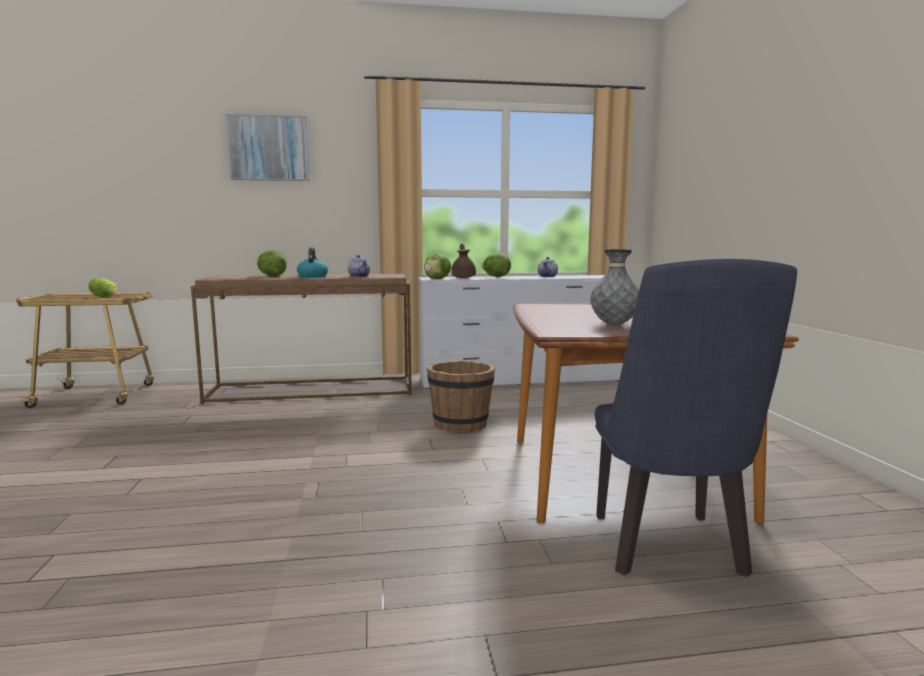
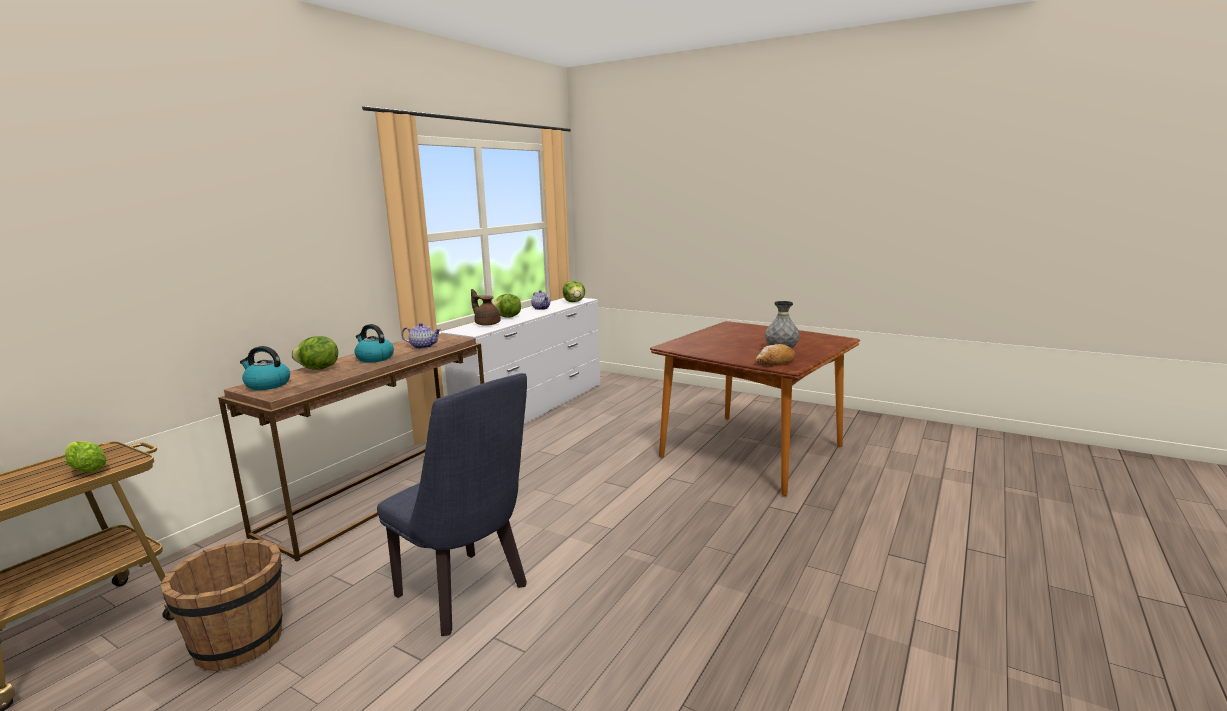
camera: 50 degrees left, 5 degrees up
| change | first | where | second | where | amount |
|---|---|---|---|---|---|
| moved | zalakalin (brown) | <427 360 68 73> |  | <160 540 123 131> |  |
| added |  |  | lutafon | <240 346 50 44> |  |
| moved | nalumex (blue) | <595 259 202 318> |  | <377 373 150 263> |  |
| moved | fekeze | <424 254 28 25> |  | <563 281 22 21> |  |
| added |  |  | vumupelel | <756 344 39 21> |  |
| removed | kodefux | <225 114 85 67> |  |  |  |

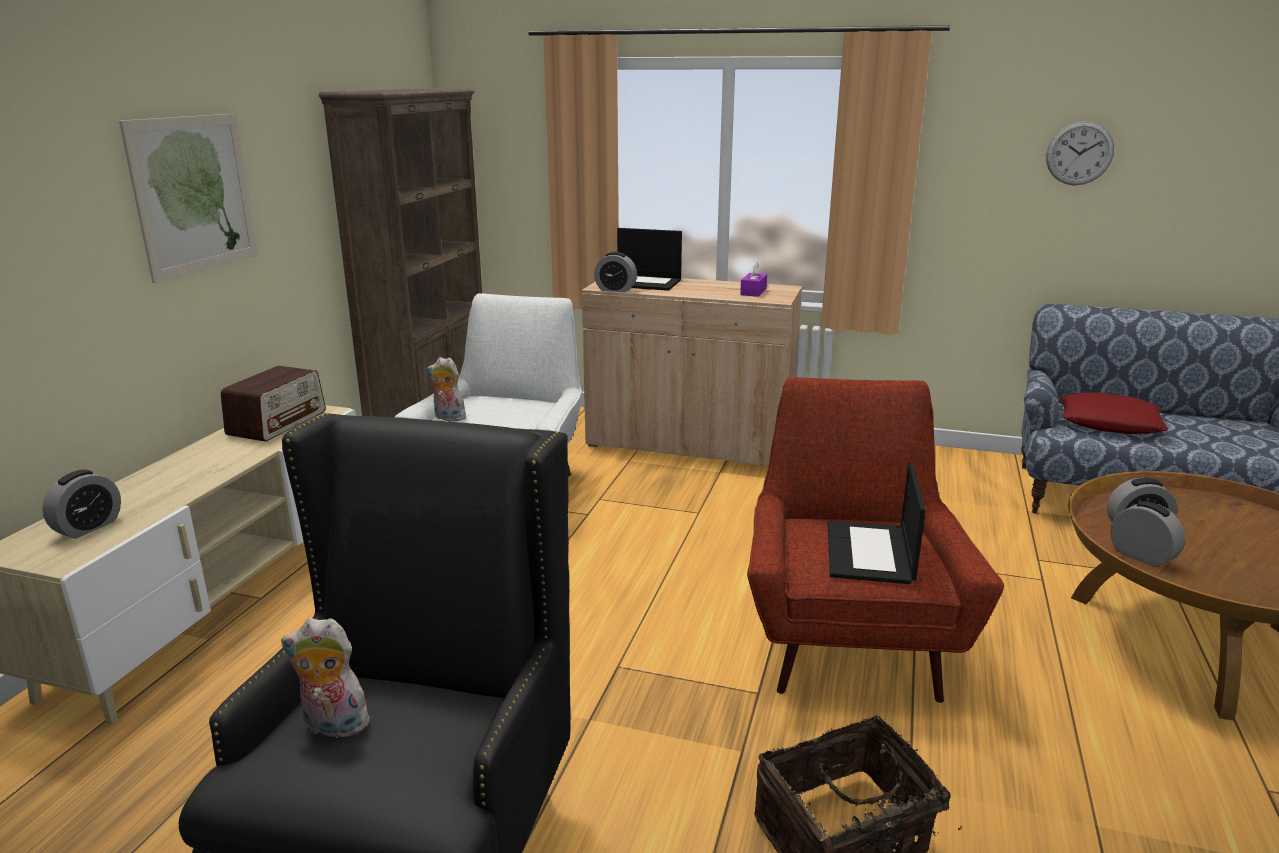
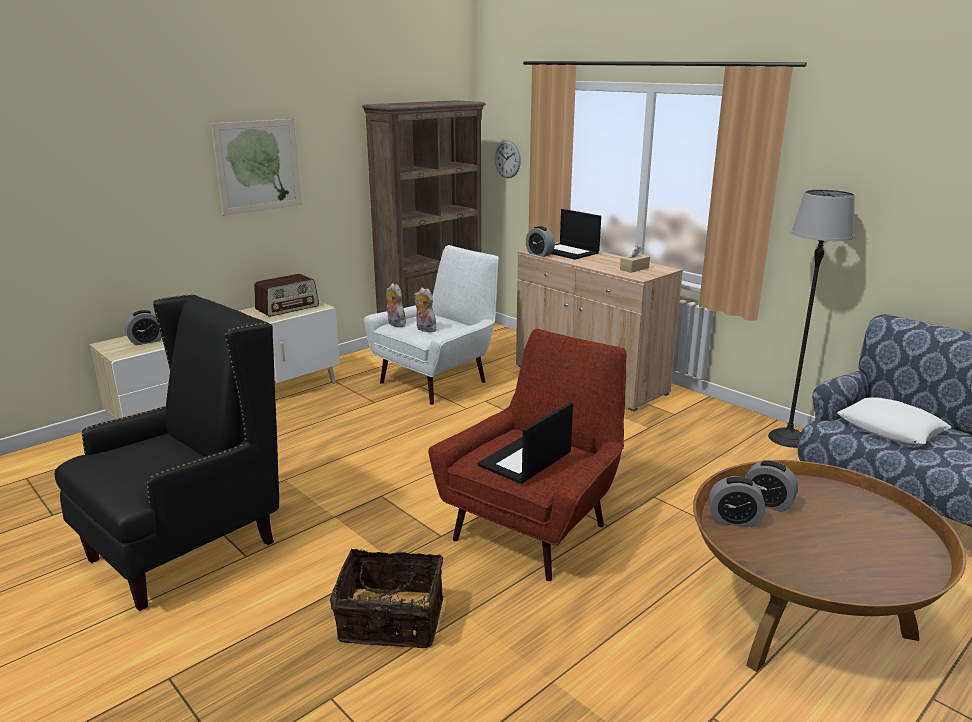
camera: 30 degrees right, 0 degrees up
| change | first | where | second | where | amount |
|---|---|---|---|---|---|
| moved | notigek | <281 618 96 120> |  | <414 288 22 44> |  |
| moved | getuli | <1046 121 68 64> |  | <494 140 27 38> |  |
| recoloured | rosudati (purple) | <740 262 27 35> | rosudati (beige) | <620 246 30 27> |  |
| turned | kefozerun | <1110 501 75 67> |  | <709 476 56 51> | 105 degrees clockwise |
| added |  |  | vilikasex | <768 189 87 259> |  |
| recoloured | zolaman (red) | <1060 393 108 41> | zolaman (white) | <837 397 115 47> |  |

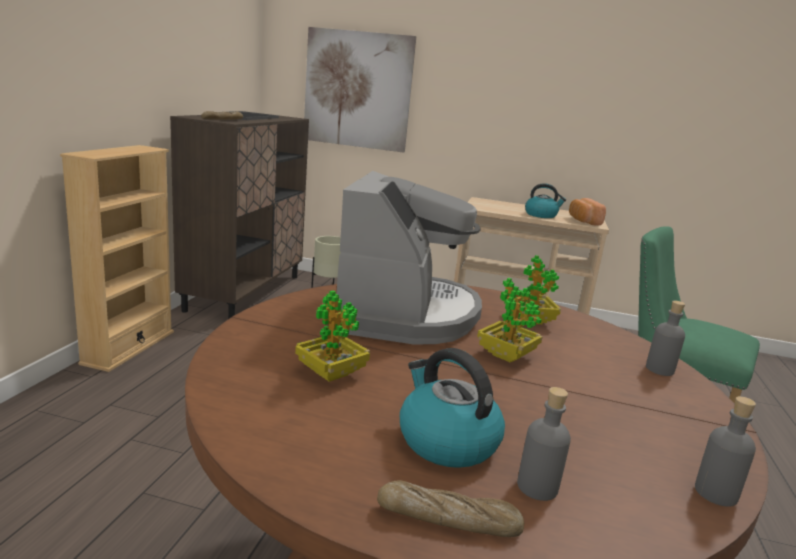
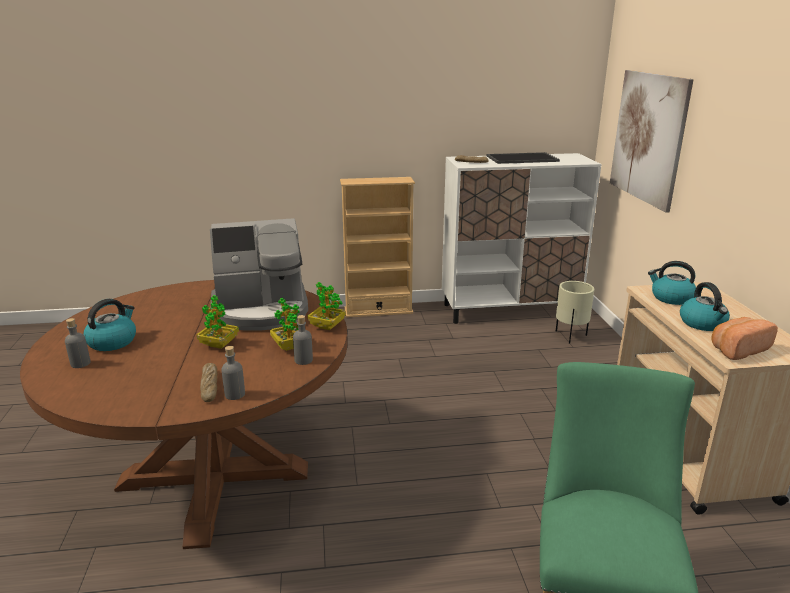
camera: 70 degrees right, 5 degrees up
| change | first | where | second | where | amount |
|---|---|---|---|---|---|
| moved | vumupelel | <377 480 147 57> |  | <200 363 17 39> |  |
| moved | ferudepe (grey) | <695 396 61 111> |  | <293 315 20 50> |  |
| moved | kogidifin | <295 291 75 91> |  | <308 282 38 48> |  |
| recoloured | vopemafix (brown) | <170 114 139 205> | vopemafix (white) | <442 153 160 171> |  |
| added |  |  | lutafon | <648 261 48 44> |  |

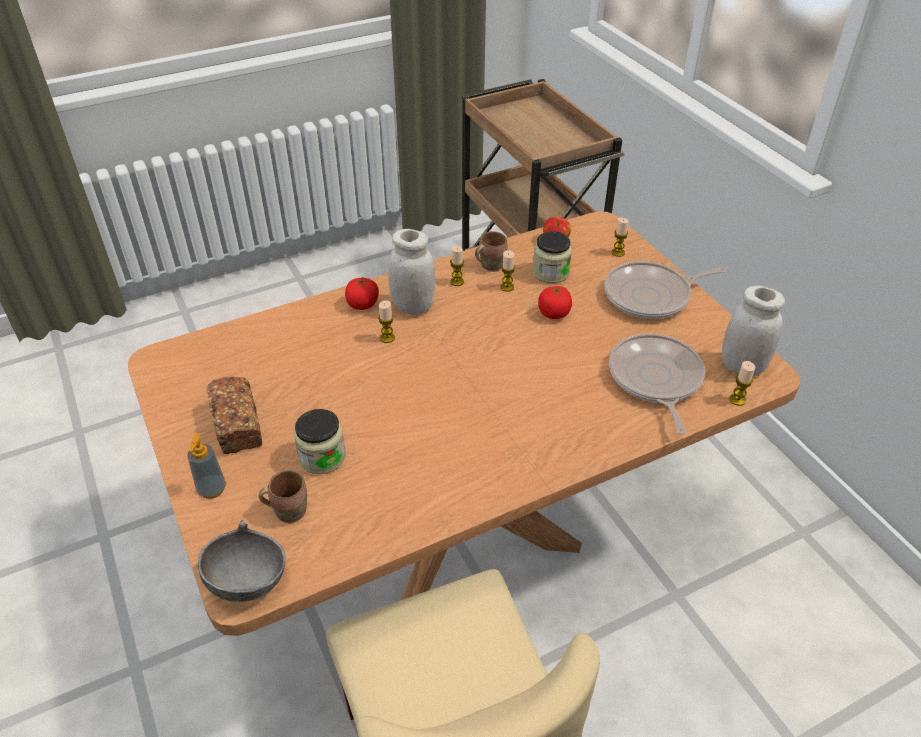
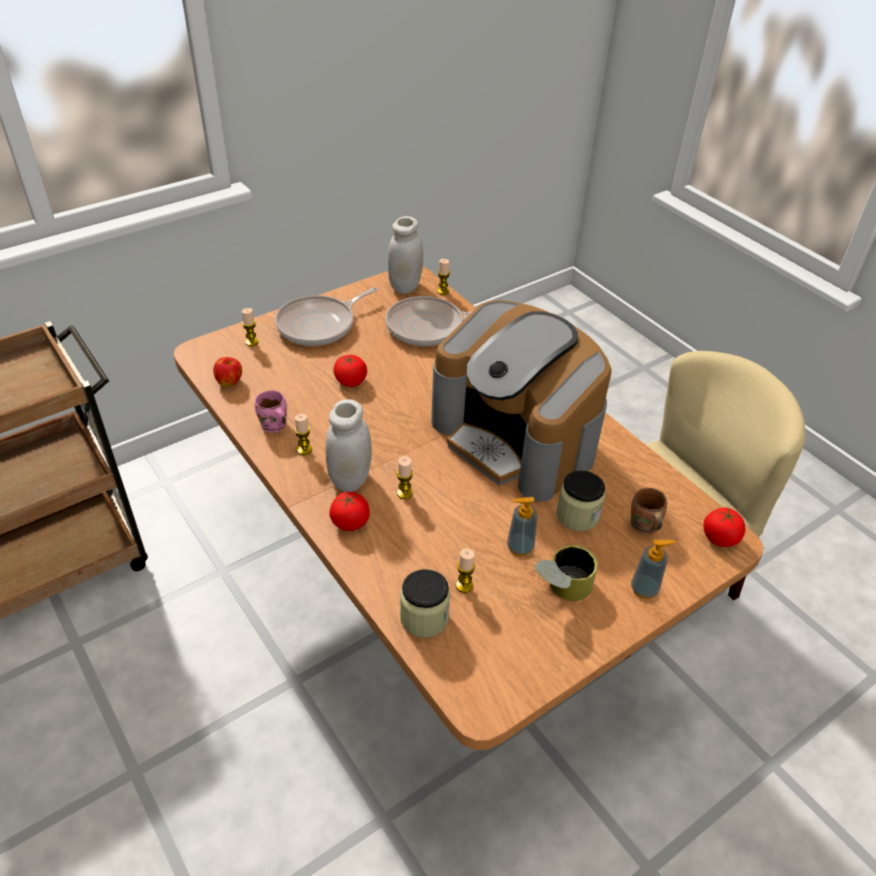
camera: 100 degrees left, 0 degrees up
| change | first | where | second | where | amount |
|---|---|---|---|---|---|
| recoloured | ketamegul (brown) | <475 231 33 41> | ketamegul (pink) | <255 390 32 43> |  |
| turned | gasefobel | <604 261 122 58> |  | <275 287 103 59> | 75 degrees clockwise |
| moved | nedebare | <533 231 39 52> |  | <400 569 50 69> |  |
| added |  |  | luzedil | <431 300 180 202> |  |
| moved | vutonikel | <500 250 15 42> |  | <456 548 19 45> |  |
| added |  |  | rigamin | <507 497 30 59> |  |
| replaced | vumupelel | <207 377 55 77> | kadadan | <535 545 63 56> |  |
| replaced | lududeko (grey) | <198 520 88 82> | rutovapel | <703 508 43 39> |  |

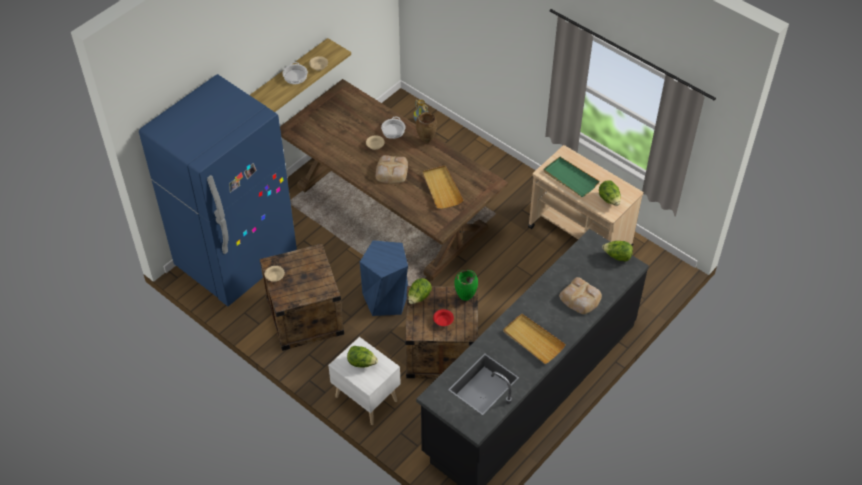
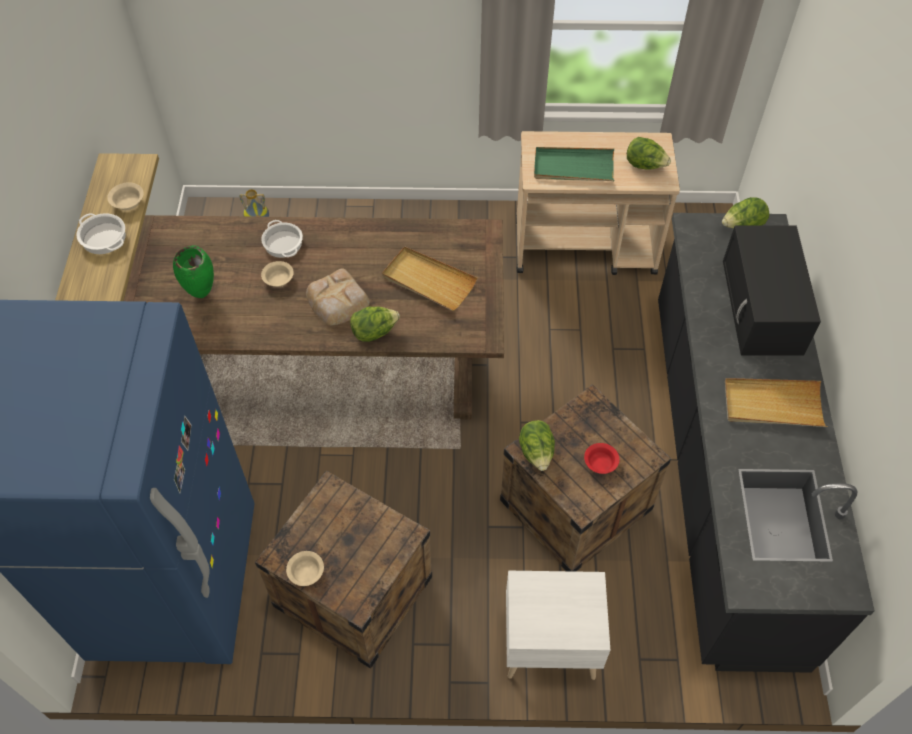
camera: 40 degrees left, 5 degrees up
| change | first | where | second | where | amount |
|---|---|---|---|---|---|
| moved | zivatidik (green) | <454 270 24 31> |  | <173 245 41 53> |  |
| moved | fekeze | <347 346 31 22> |  | <350 307 50 35> |  |
| replaced | vumupelel | <559 277 43 37> | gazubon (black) | <723 225 98 130> |  |
| removed | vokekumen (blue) | <360 240 48 76> |  |  |  |
| removed | zivatidik (brown) | <416 112 21 31> |  |  |  |

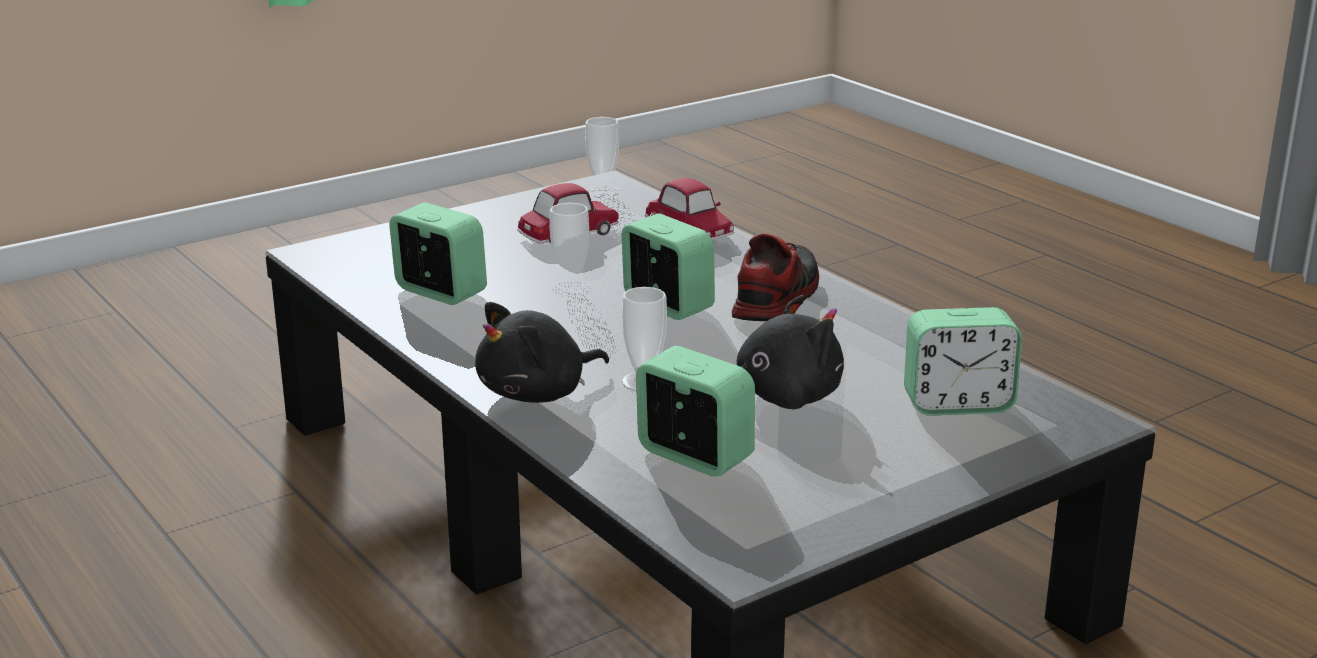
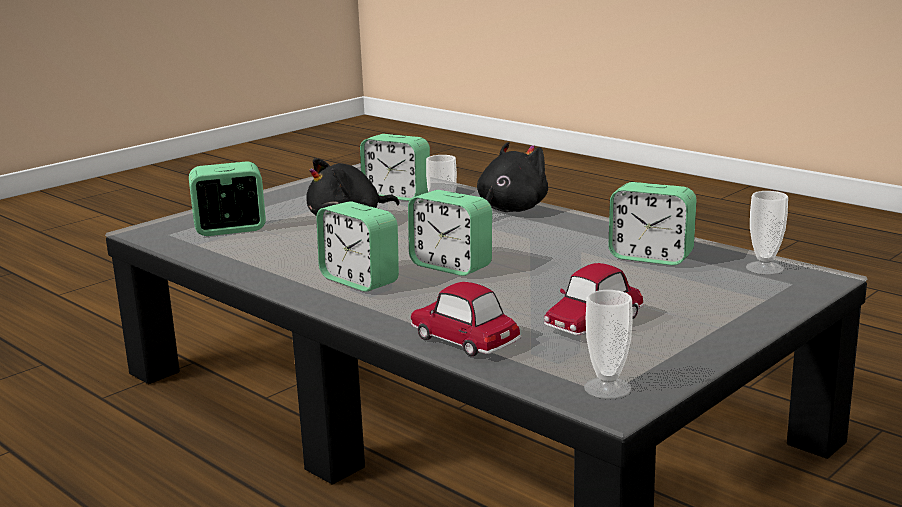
camera: 170 degrees right, 5 degrees down
| change | first | where | second | where | amount |
|---|---|---|---|---|---|
| replaced | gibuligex | <732 233 87 88> | kefozerun | <316 201 83 91> |  |
| moved | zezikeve | <550 203 41 92> |  | <746 191 42 84> |  |

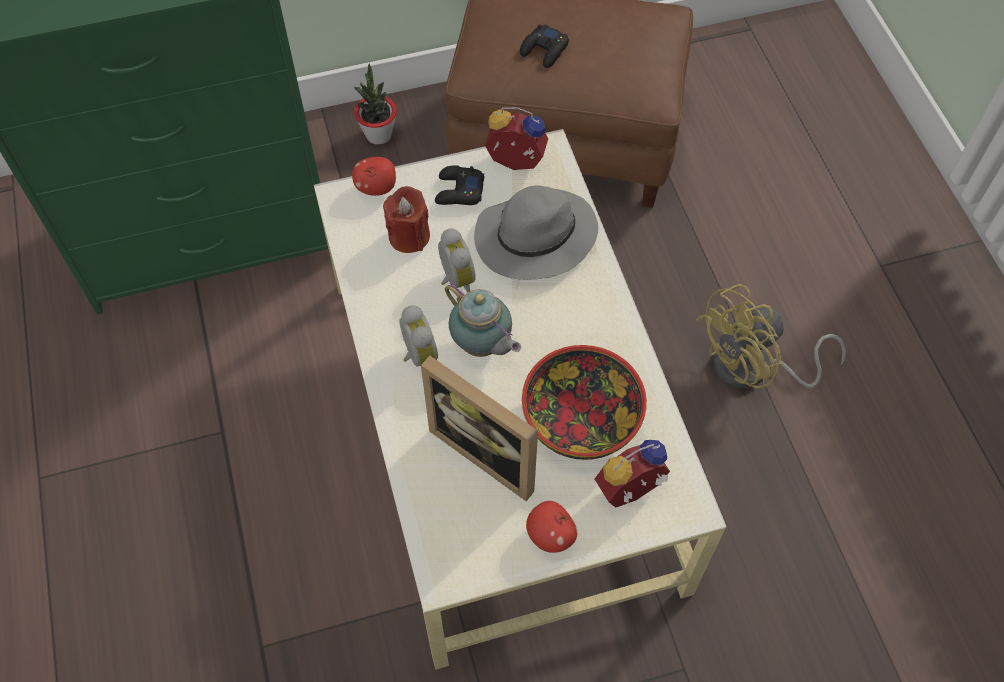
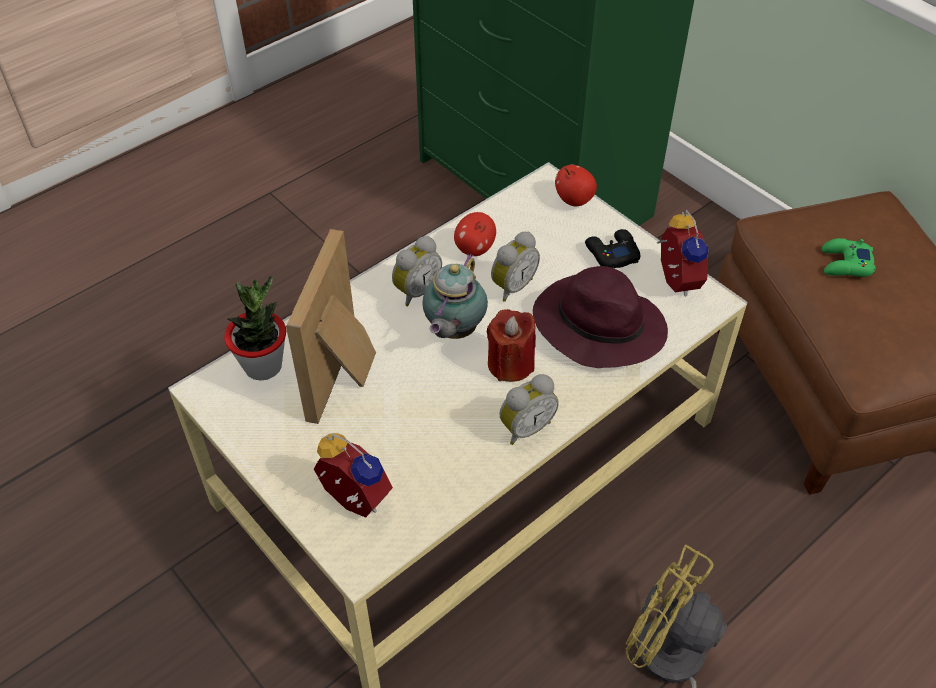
camera: 65 degrees right, 10 degrees down
| change | first | where | second | where | amount |
|---|---|---|---|---|---|
| moved | kogidifin | <354 64 43 81> |  | <224 275 62 106> |  |
| moved | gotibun | <526 501 51 52> |  | <454 212 42 44> |  |
| moved | vutonikel (red) | <383 186 47 67> |  | <487 309 49 73> |  |
| added |  |  | kefozerun | <500 374 59 71> |  |
| recoloured | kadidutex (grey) | <474 186 124 94> | kadidutex (purple) | <533 266 135 102> |  |
| recoloured | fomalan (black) | <520 24 49 44> | fomalan (green) | <822 238 54 39> |  |
| removed | lududeko | <522 345 125 115> |  |  |  |

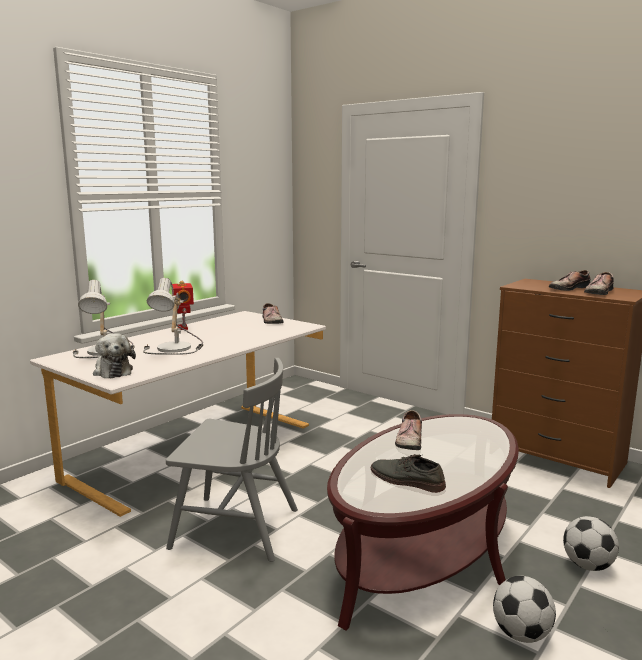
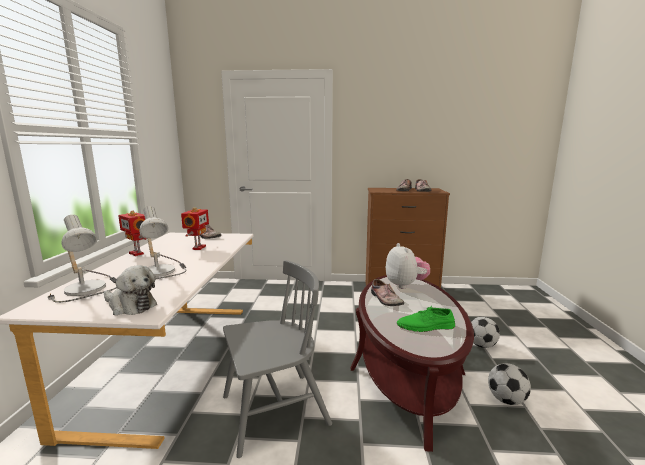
camera: 35 degrees left, 0 degrees up
| change | first | where | second | where | amount |
|---|---|---|---|---|---|
| added |  |  | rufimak | <181 207 28 43> |  |
| added |  |  | notigek | <386 243 44 46> |  |
| recoloured | gibuligex (grey) | <371 454 75 39> | gibuligex (green) | <397 306 58 26> |  |

